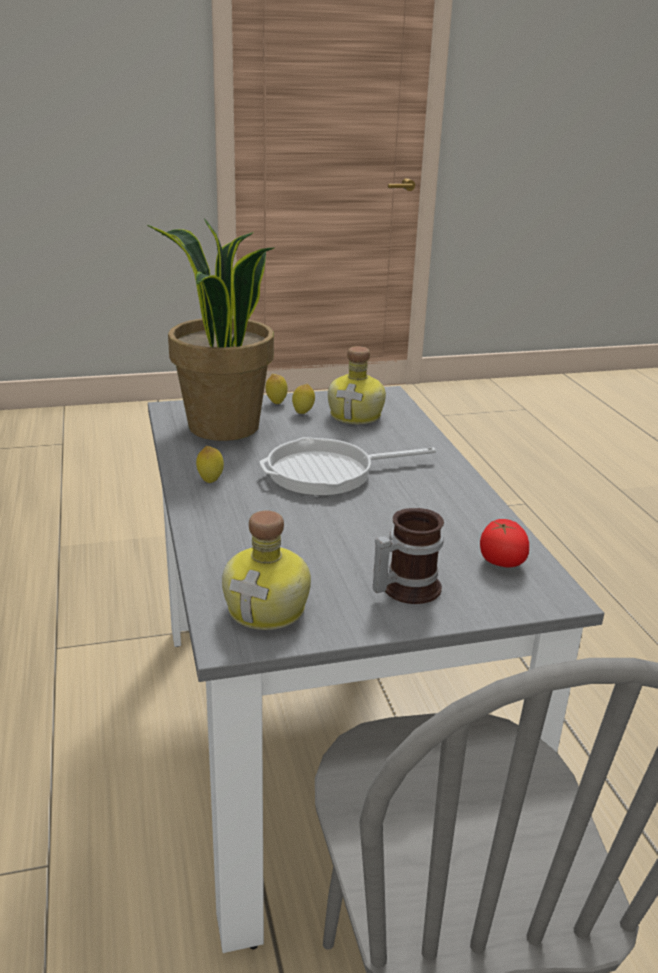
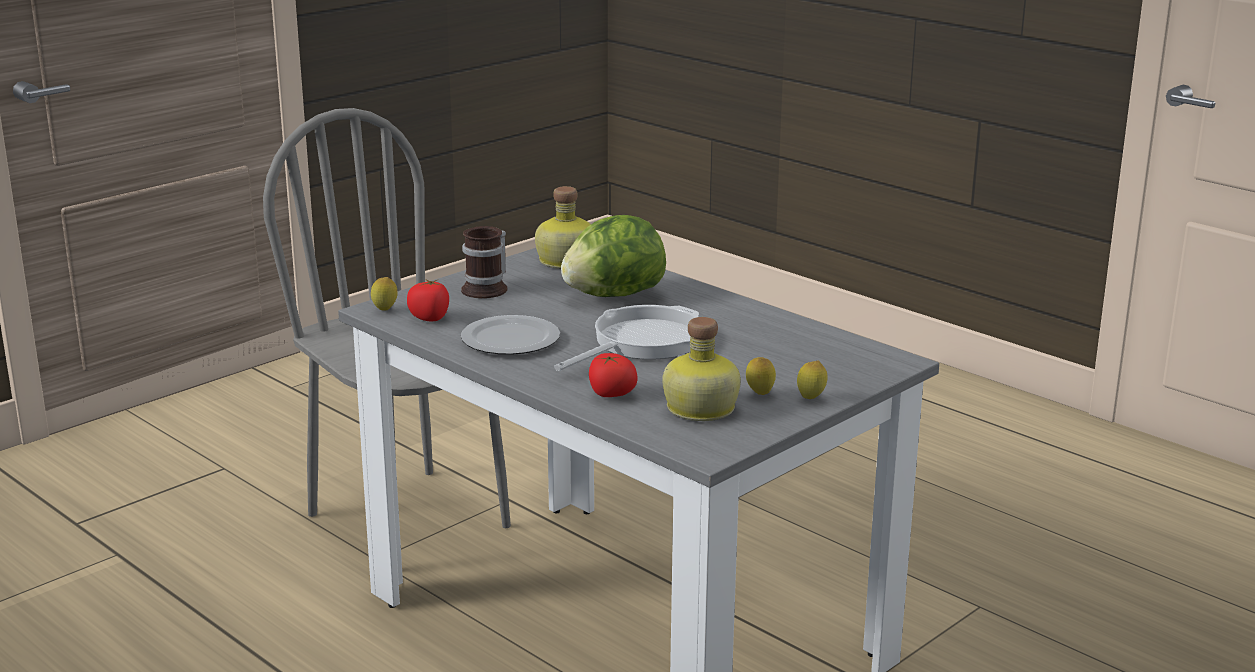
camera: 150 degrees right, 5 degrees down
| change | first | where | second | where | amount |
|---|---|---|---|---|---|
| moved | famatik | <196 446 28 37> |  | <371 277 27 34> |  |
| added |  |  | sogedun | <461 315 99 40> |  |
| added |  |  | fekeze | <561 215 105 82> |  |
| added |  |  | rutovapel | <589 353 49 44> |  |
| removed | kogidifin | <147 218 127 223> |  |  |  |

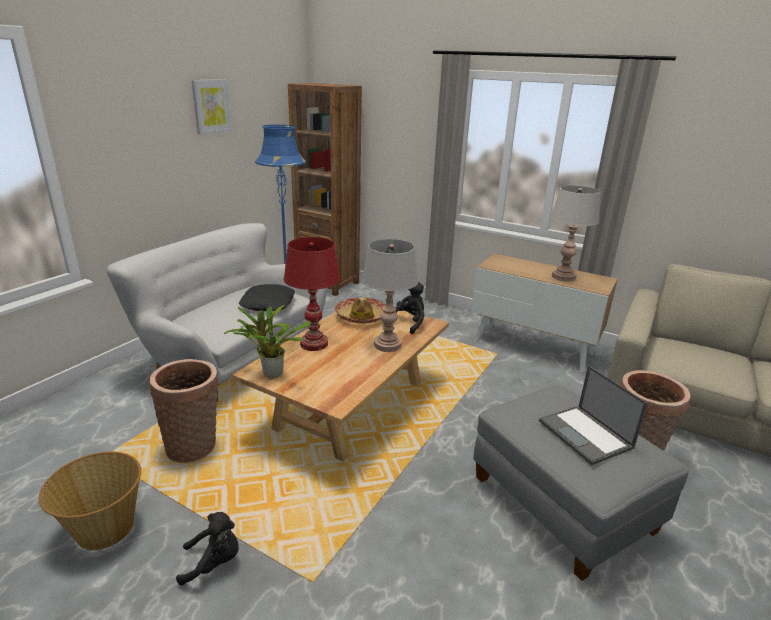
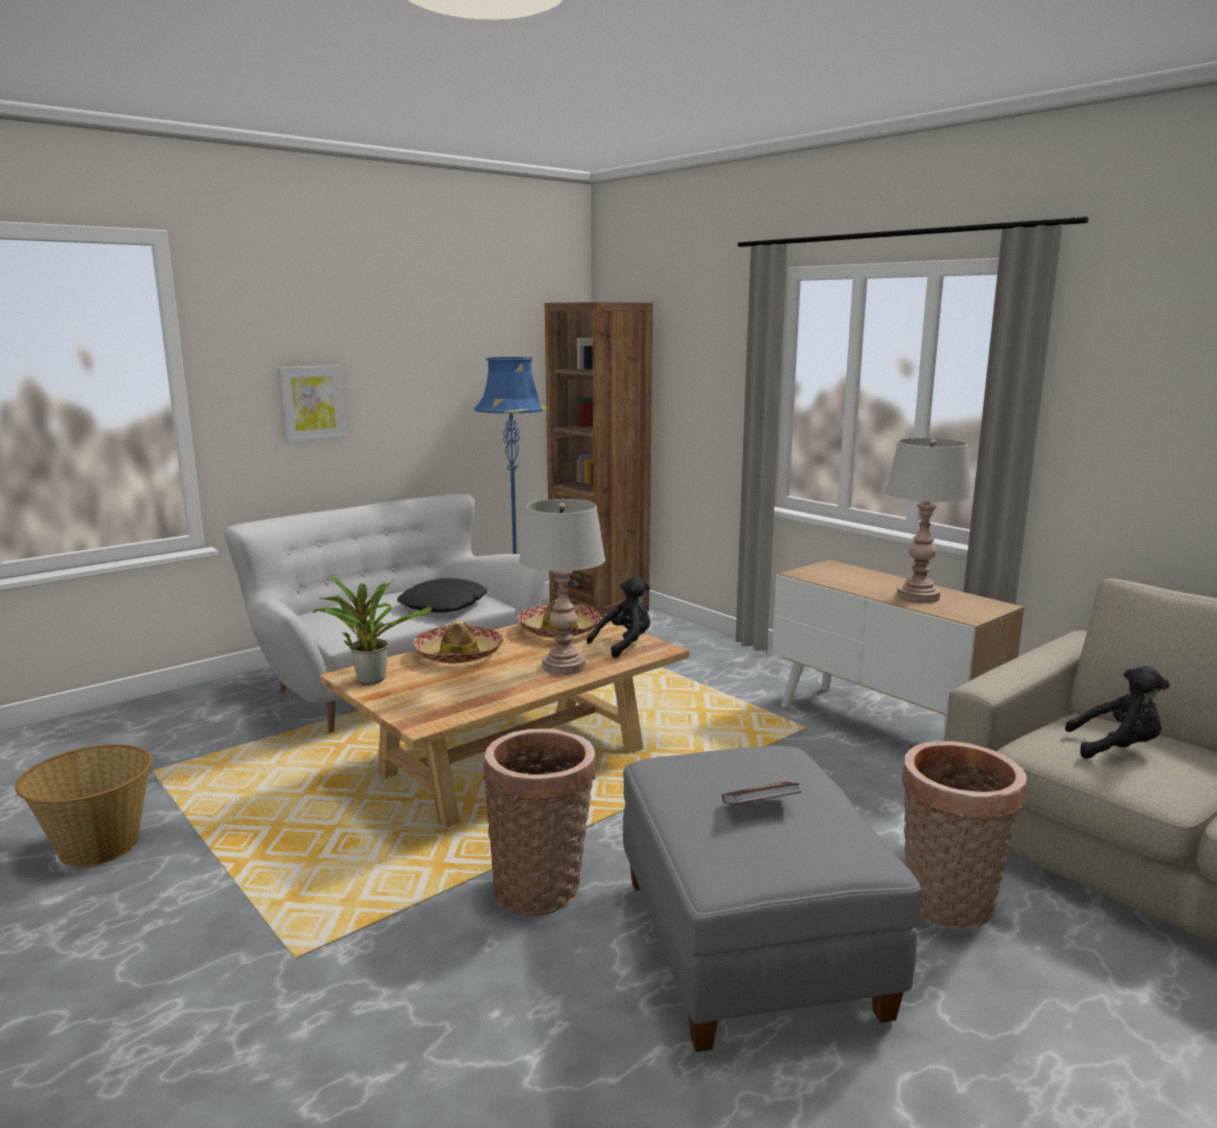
camera: 20 degrees right, 10 degrees down
| change | first | where | second | where | amount |
|---|---|---|---|---|---|
| moved | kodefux | <191 80 41 54> |  | <278 365 69 78> |  |
| replaced | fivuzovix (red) | <283 237 58 114> | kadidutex | <413 620 91 44> |  |
| moved | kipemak | <150 359 69 104> |  | <483 729 113 187> |  |
| replaced | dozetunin | <539 366 109 99> | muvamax | <722 782 79 22> |  |
| moved | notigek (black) | <176 512 63 73> |  | <1065 666 104 93> |  |

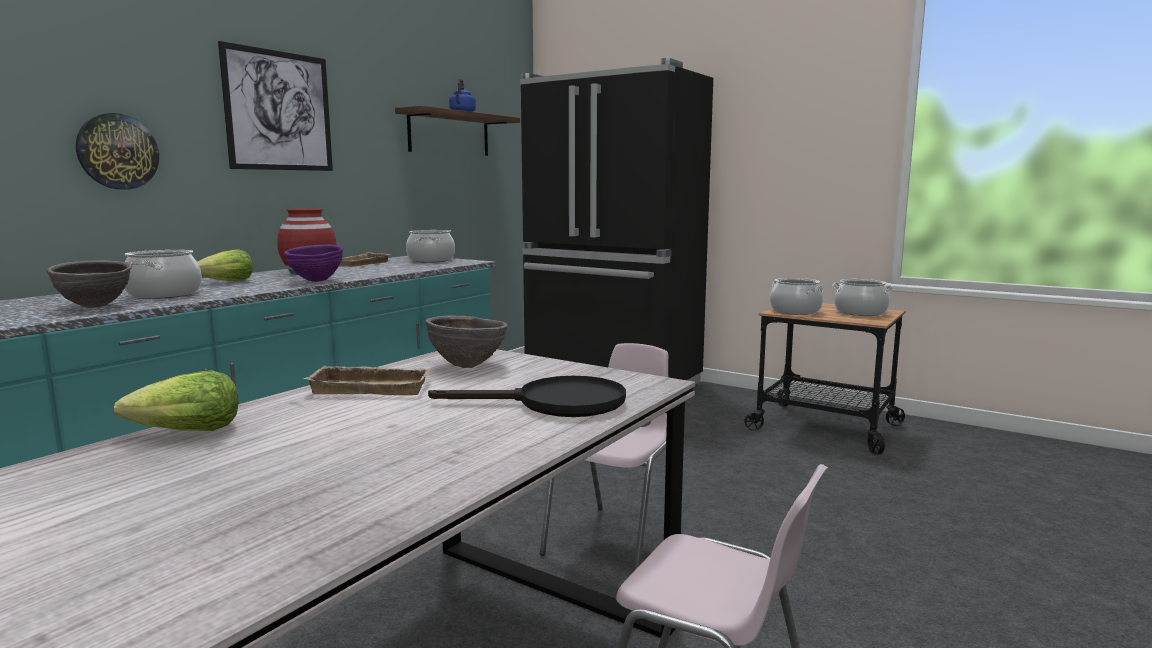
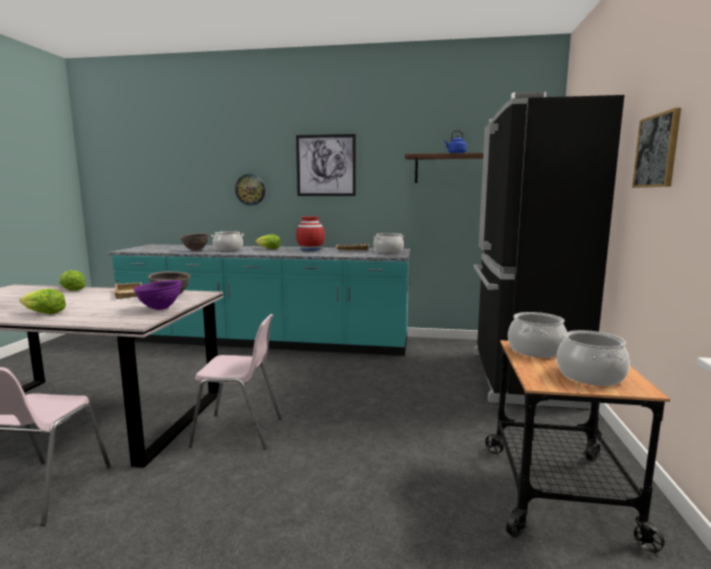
camera: 65 degrees right, 0 degrees up
| change | first | where | second | where | amount |
|---|---|---|---|---|---|
| added |  |  | fekeze | <19 289 47 25> |  |
| moved | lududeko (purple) | <284 245 59 37> |  | <134 280 48 30> |  |
| added |  |  | kodefux | <632 108 49 80> |  |
| removed | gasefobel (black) | <428 376 198 41> |  |  |  |

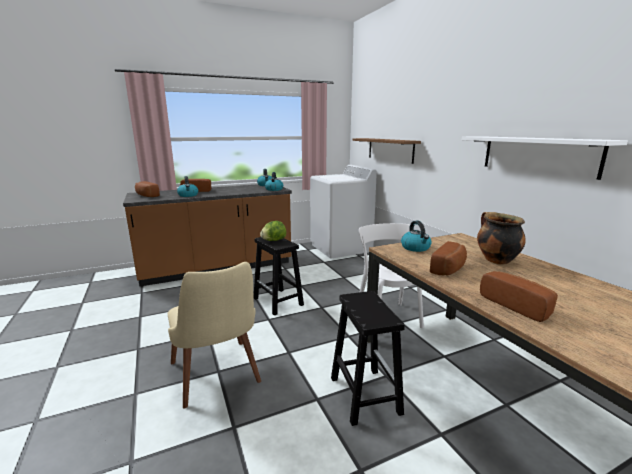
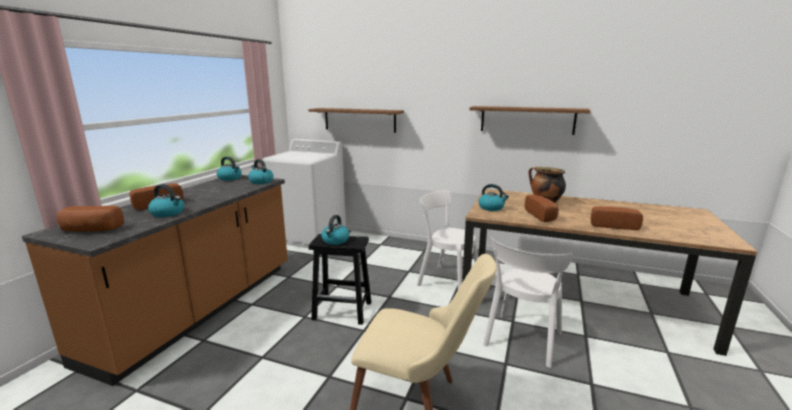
camera: 45 degrees left, 0 degrees up
| change | first | where | second | where | amount |
|---|---|---|---|---|---|
| replaced | fekeze | <260 221 26 20> | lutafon | <321 215 28 30> |  |
| recoloured | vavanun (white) | <462 136 166 44> | vavanun (brown) | <469 106 122 29> |  |
| replaced | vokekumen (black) | <331 291 74 135> | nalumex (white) | <483 238 90 130> |  |

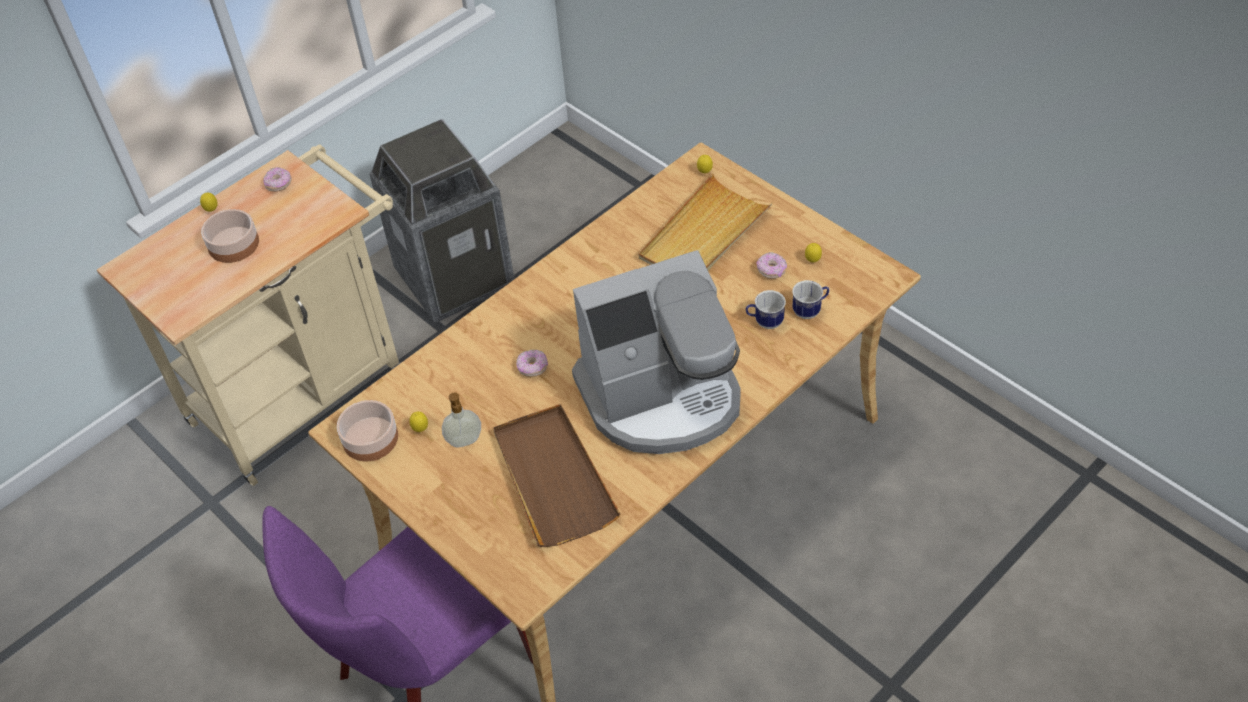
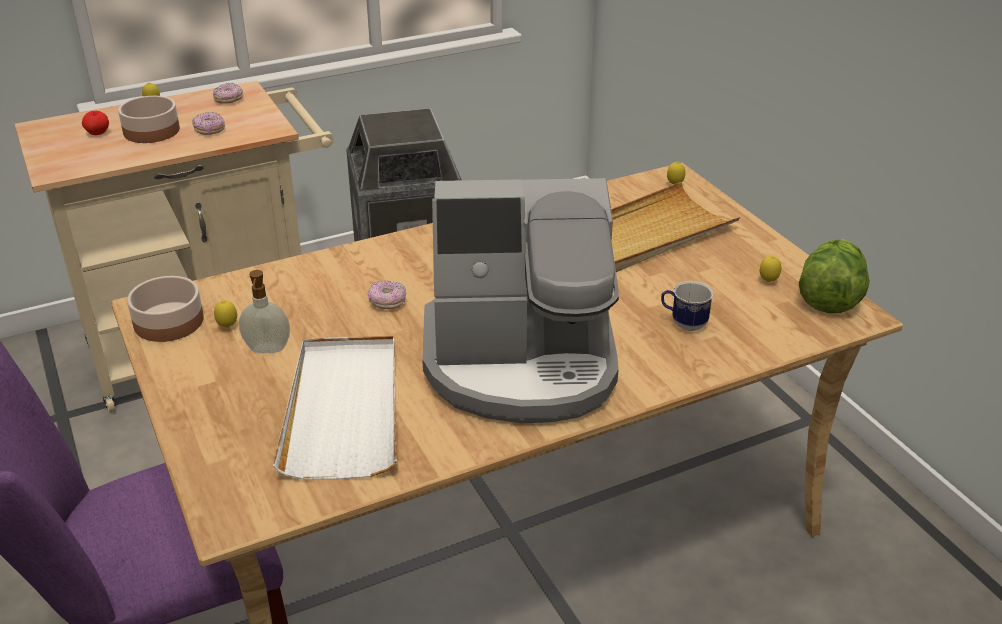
camera: 15 degrees right, 15 degrees down
| change | first | where | second | where | amount |
|---|---|---|---|---|---|
| added |  |  | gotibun | <82 111 27 24> |  |
| moved | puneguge | <756 252 31 27> |  | <192 112 33 23> |  |
| recoloured | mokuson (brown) | <493 404 127 143> | mokuson (white) | <273 336 124 144> |  |
| added |  |  | fekeze | <799 239 70 74> |  |
| removed | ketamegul | <792 280 37 39> |  |  |  |

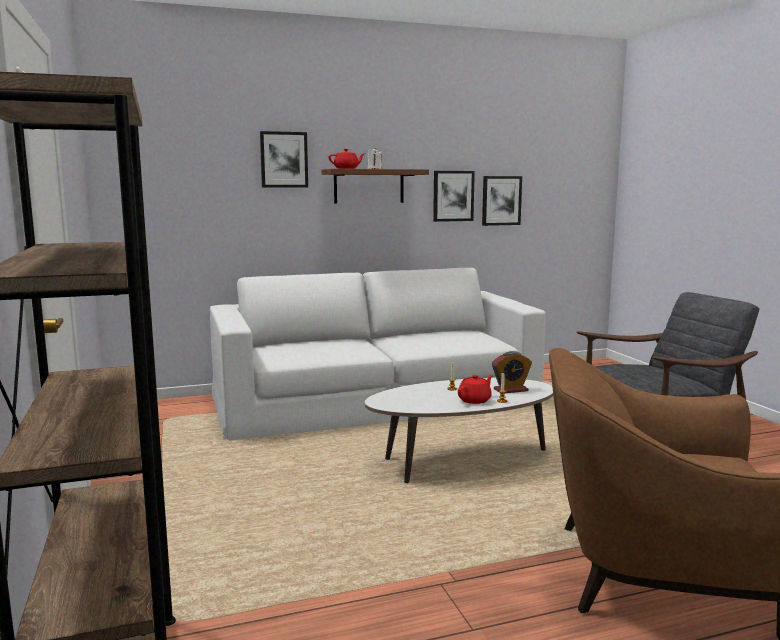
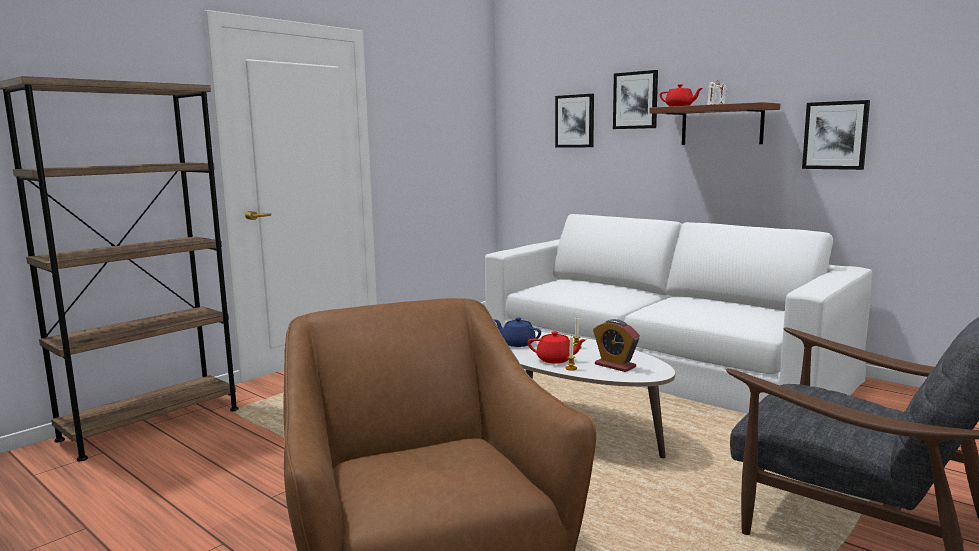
camera: 60 degrees right, 0 degrees up
| change | first | where | second | where | amount |
|---|---|---|---|---|---|
| added |  |  | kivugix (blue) | <494 317 47 30> |  |
| moved | kodefux | <482 176 40 50> |  | <555 94 39 54> |  |

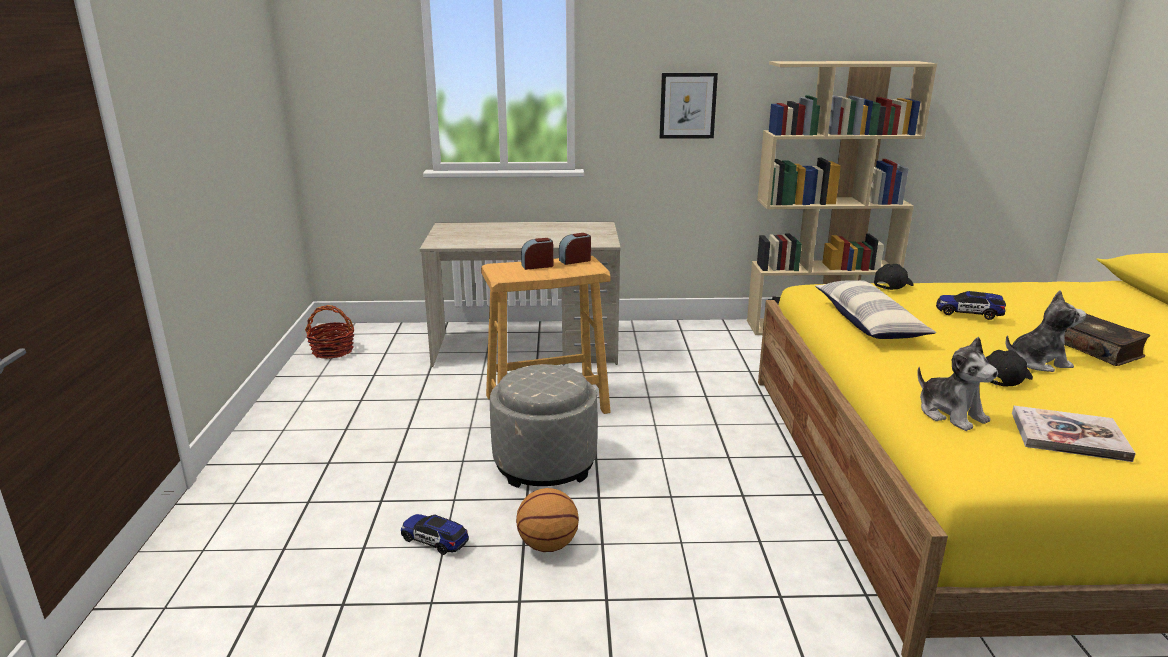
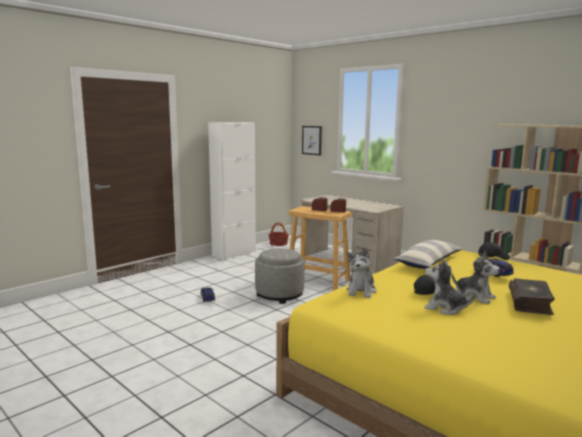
camera: 45 degrees right, 10 degrees down
| change | first | where | second | where | amount |
|---|---|---|---|---|---|
| added |  |  | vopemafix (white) | <208 122 48 138> |  |
| moved | kodefux | <660 73 58 66> |  | <302 126 20 29> |  |
| added |  |  | notigek | <424 259 52 56> |  |
| removed | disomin | <516 488 63 64> |  |  |  |
| removed | muvamax | <1012 406 124 56> |  |  |  |

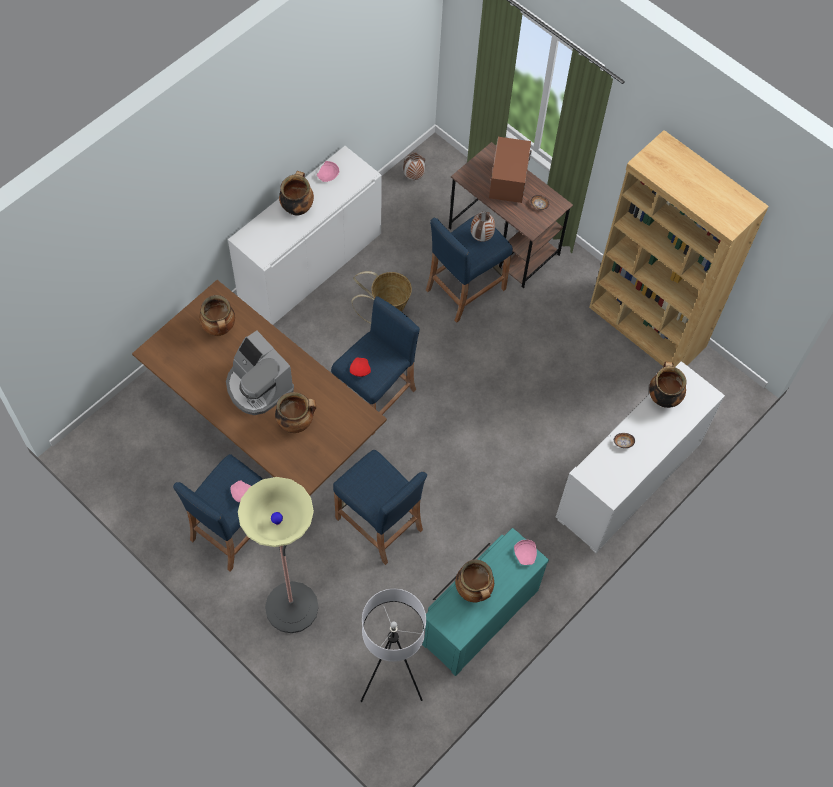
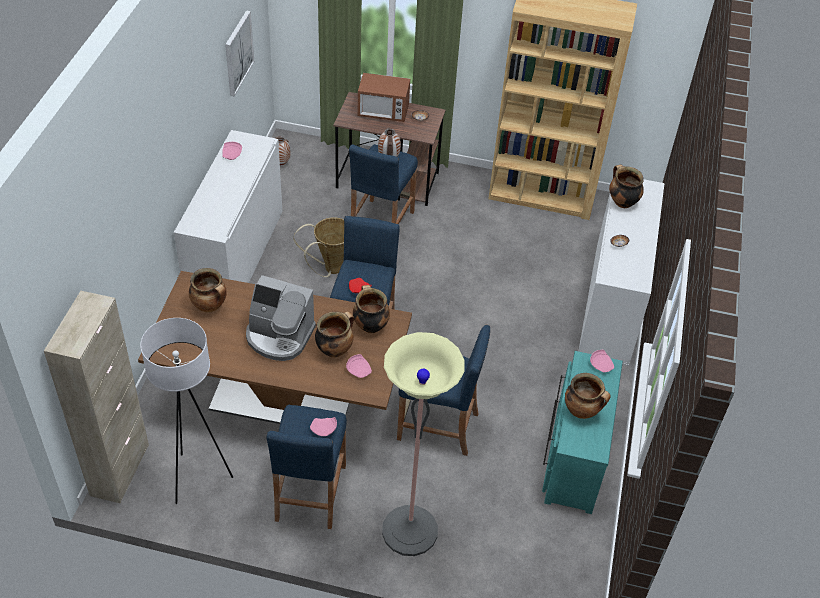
camera: 30 degrees left, 15 degrees down
| change | first | where | second | where | amount |
|---|---|---|---|---|---|
| added |  |  | vopemafix (beige) | <44 291 105 212> |  |
| moved | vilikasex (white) | <361 589 65 113> |  | <140 318 93 186> |  |
| added |  |  | kodefux | <225 10 29 86> |  |
| added |  |  | sogedun (pink) | <346 354 26 24> |  |
| moved | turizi | <279 171 35 44> |  | <353 285 37 48> |  |
| turned | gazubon | <489 137 43 66> |  | <358 73 52 49> | 120 degrees clockwise |

